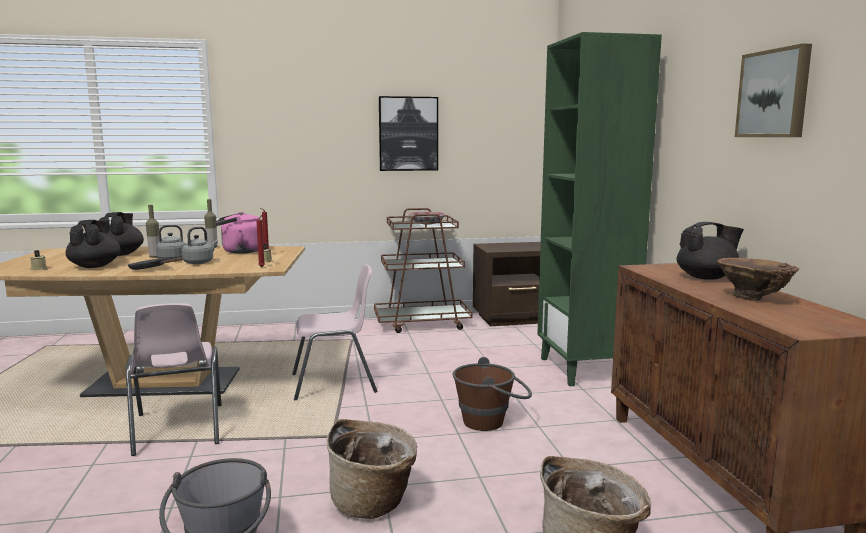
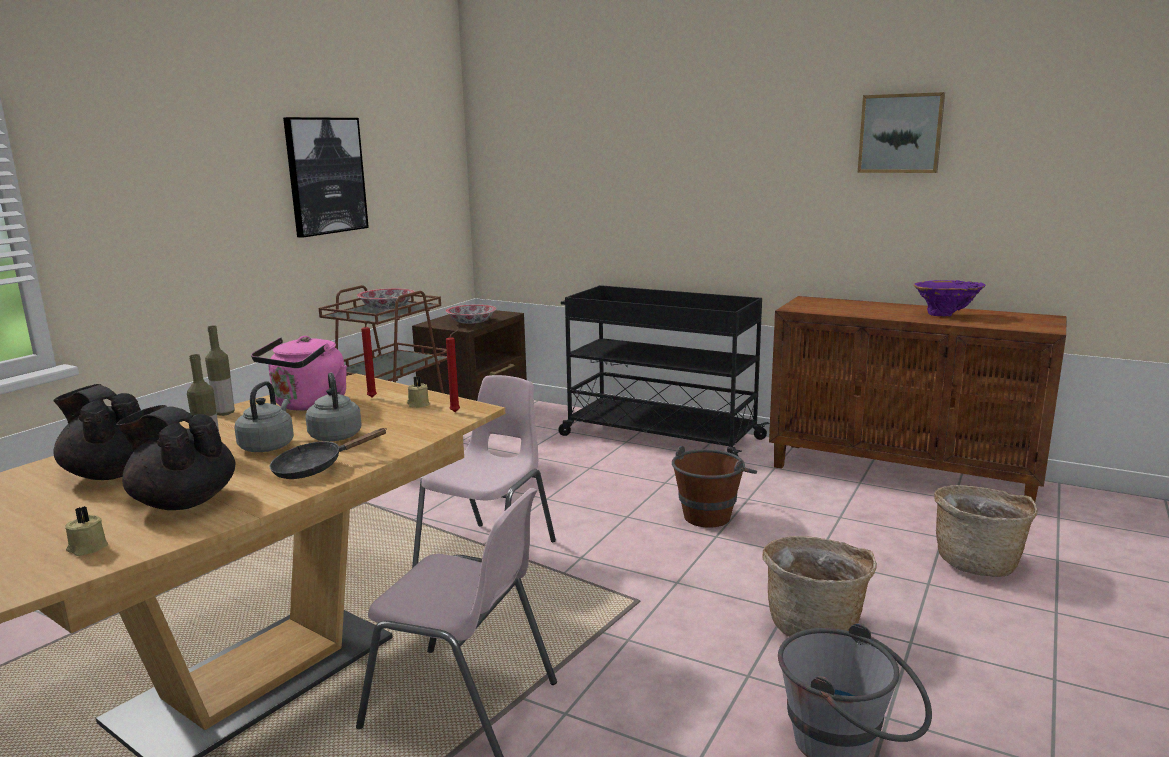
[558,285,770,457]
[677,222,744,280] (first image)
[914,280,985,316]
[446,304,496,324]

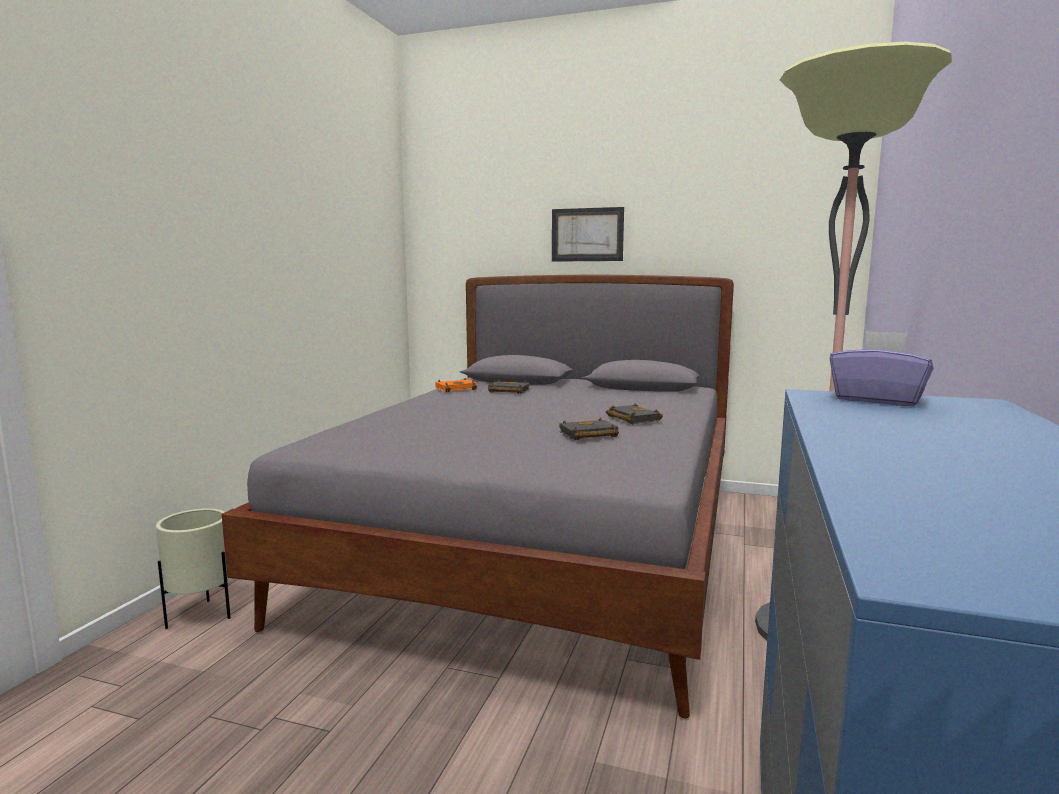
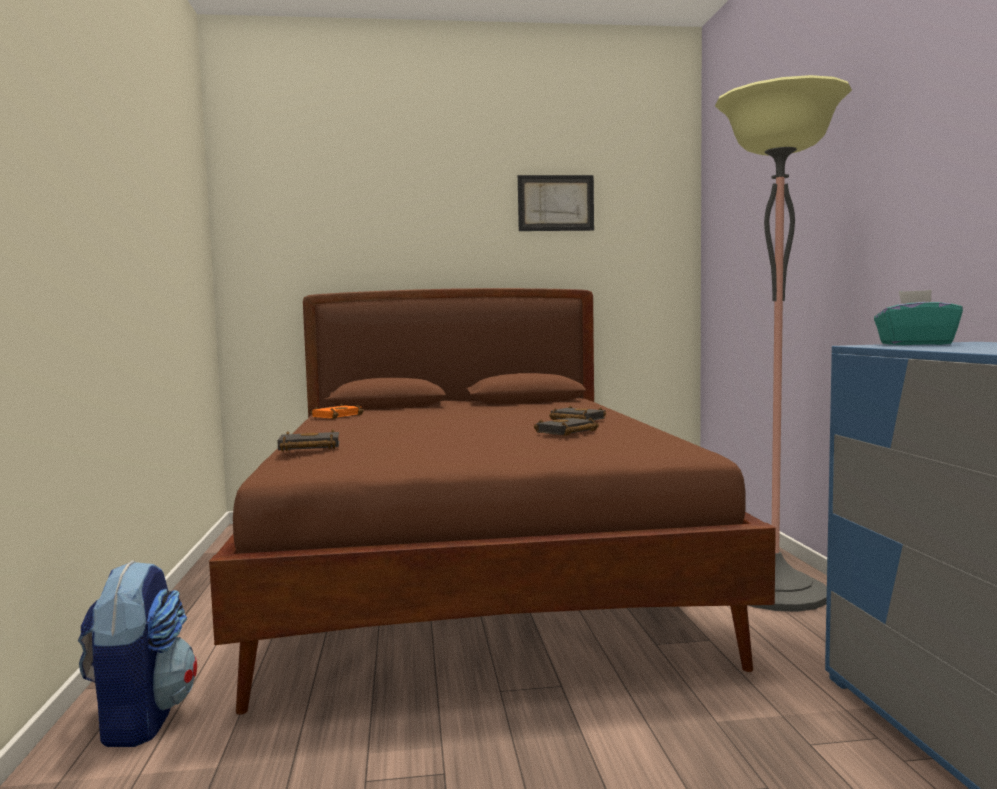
[518,175,594,231]
[209,288,776,715]
[874,290,963,345]
[277,430,340,452]
[78,561,197,747]

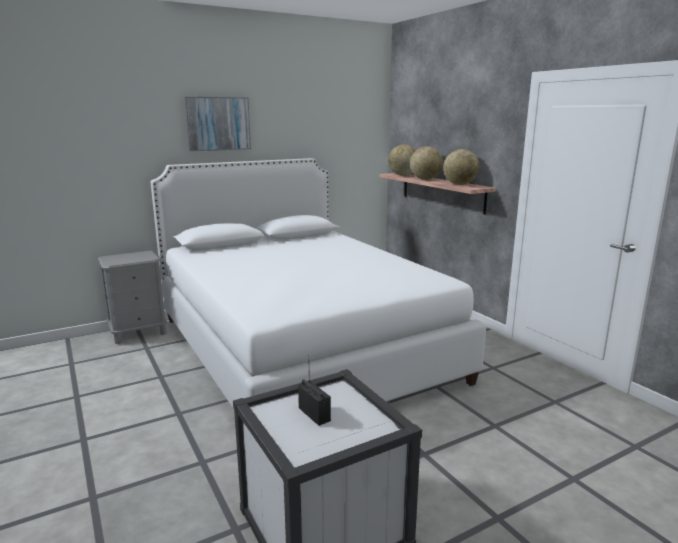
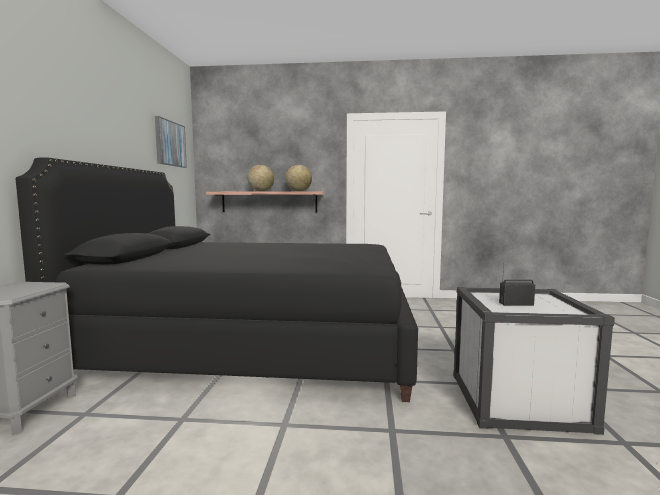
[155,116,187,168]
[388,144,416,176] (first image)
[16,157,418,402]

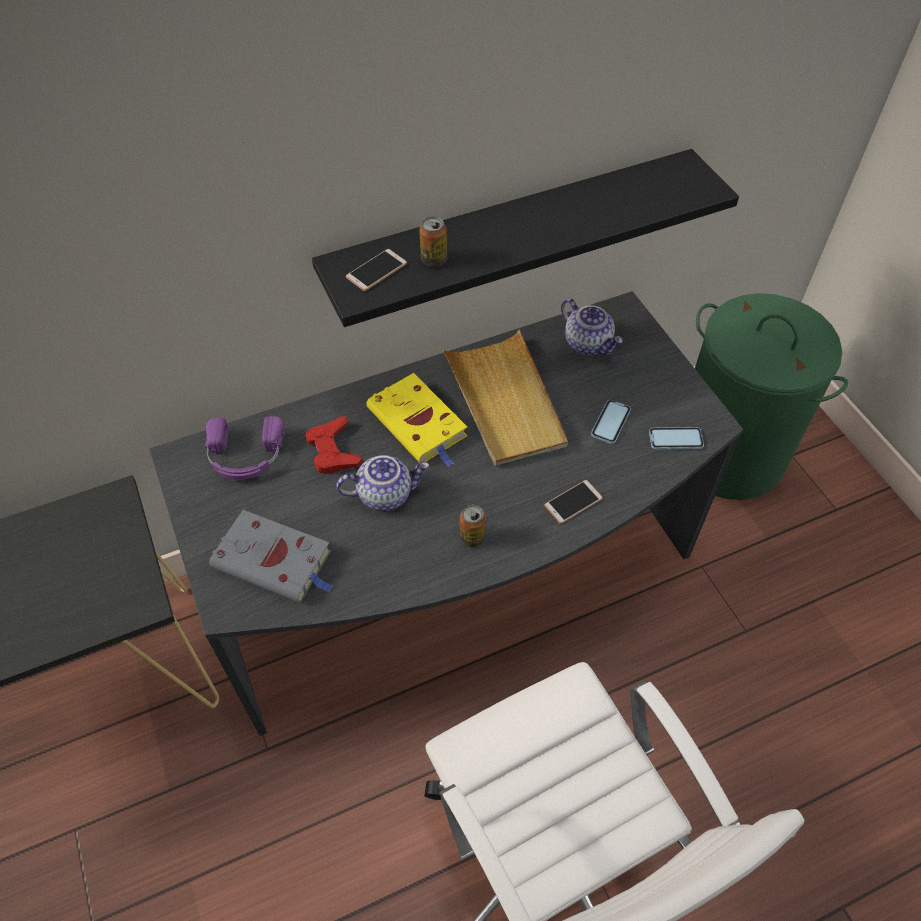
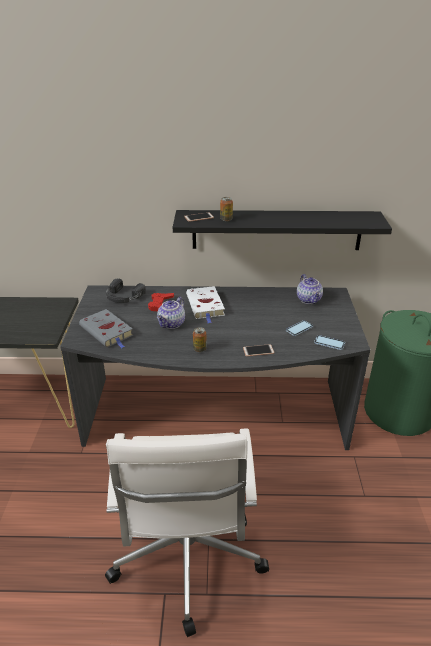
[442,330,568,466] (first image)
[186,286,225,323]
[106,279,146,303]
[157,297,185,329]

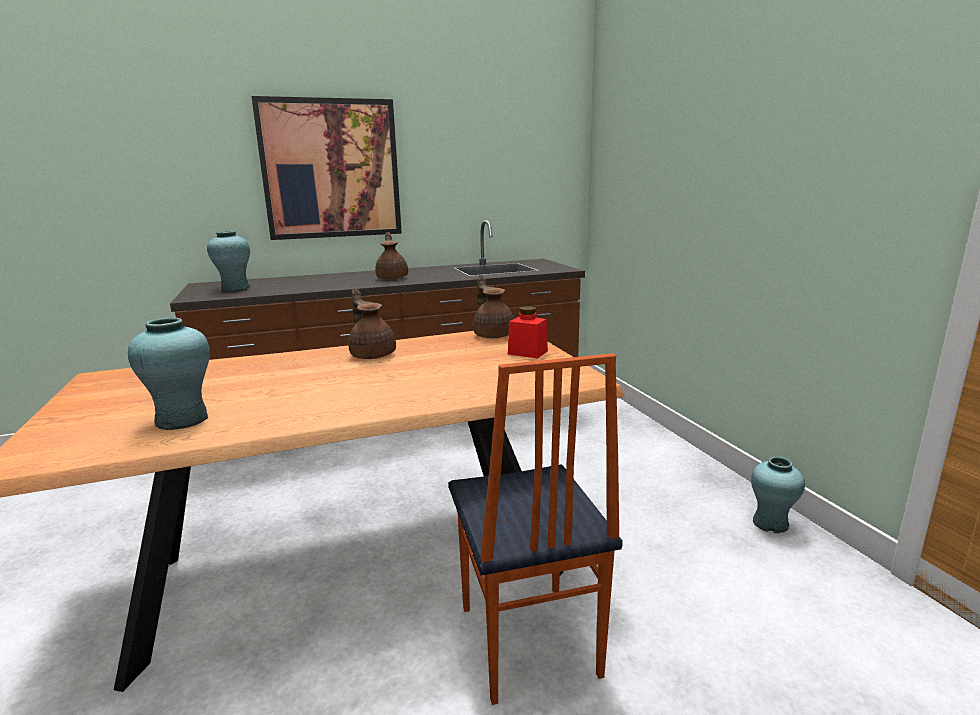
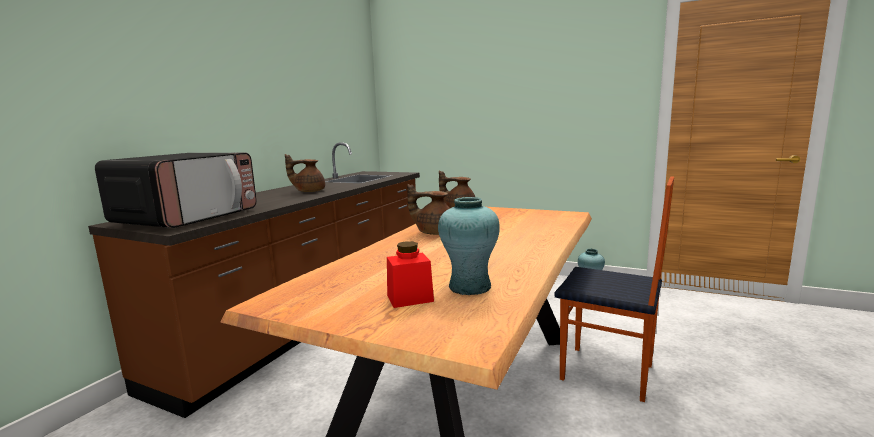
[251,96,402,240] (first image)
[95,153,257,228]
[285,154,325,192]
[387,241,434,308]

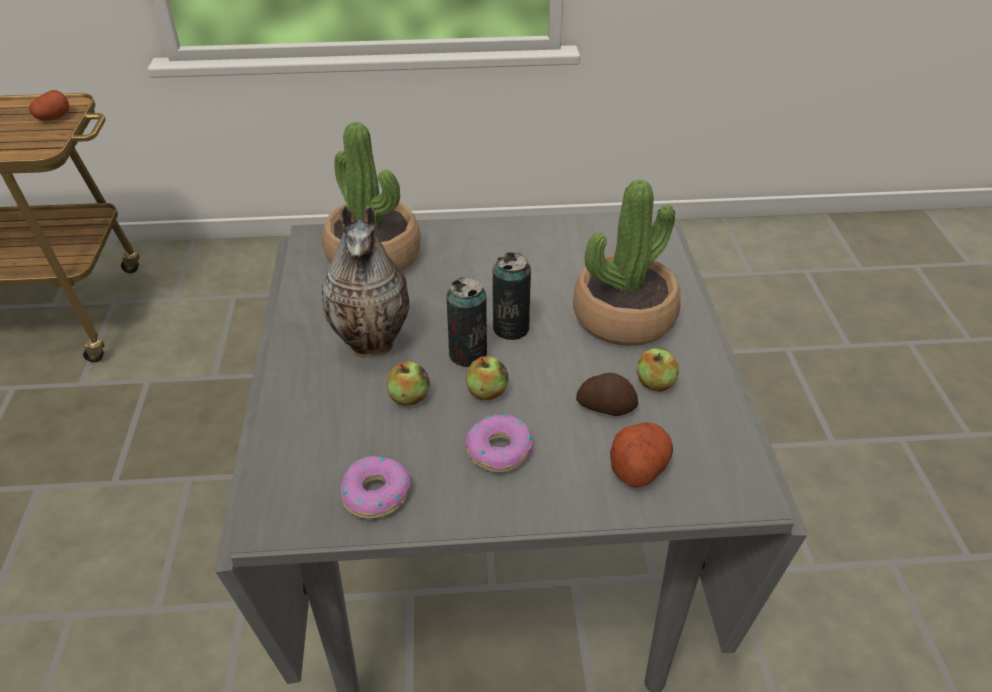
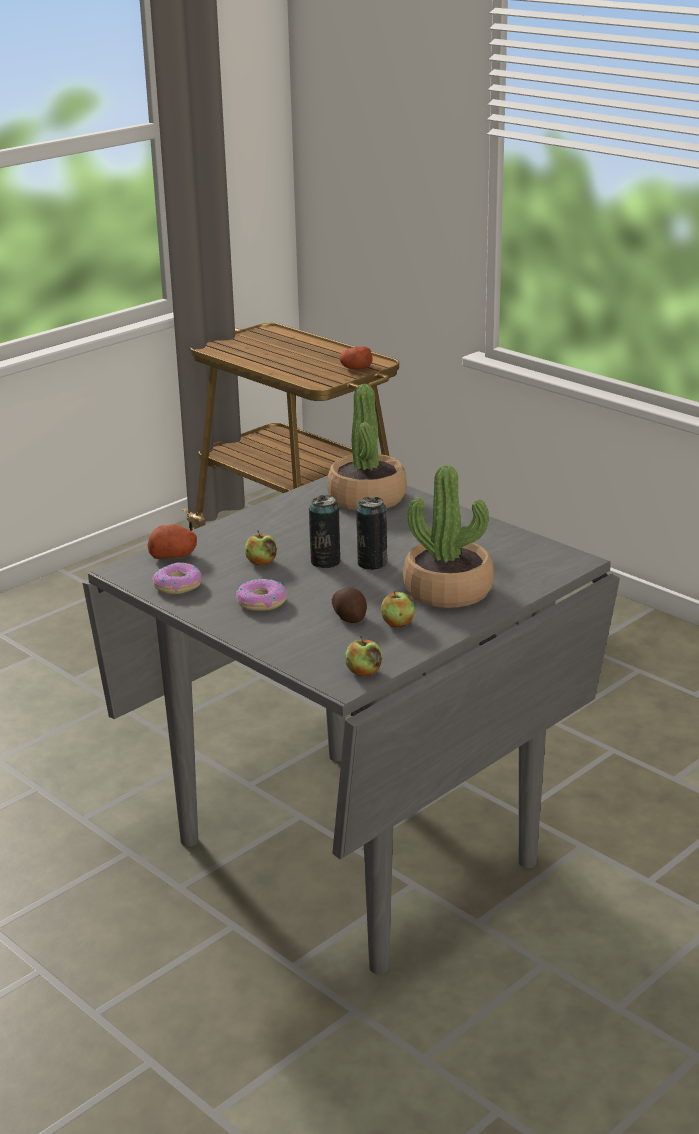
[322,205,409,358] (first image)
[345,636,382,676]
[148,524,197,559]

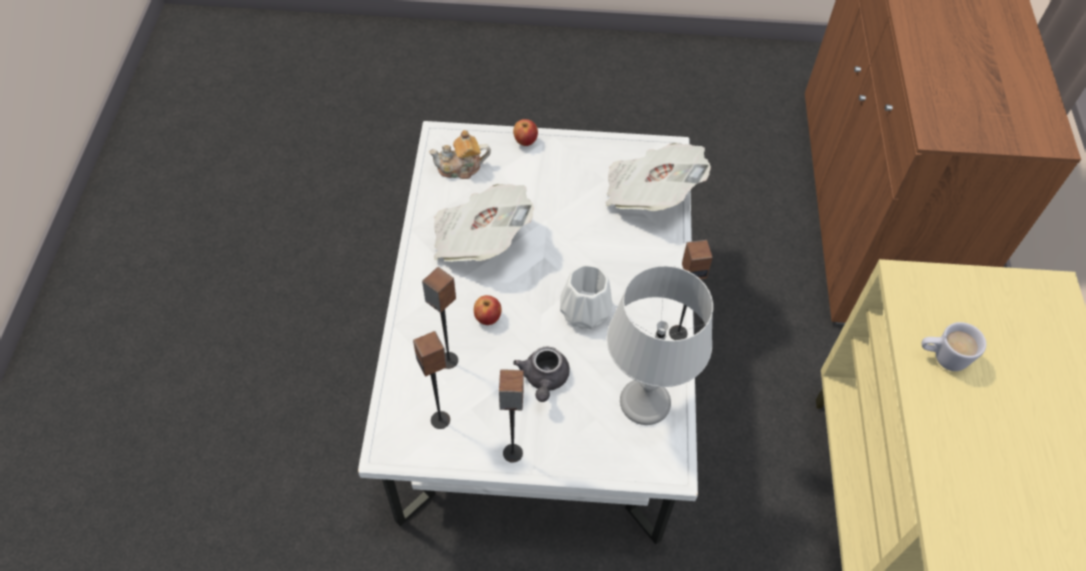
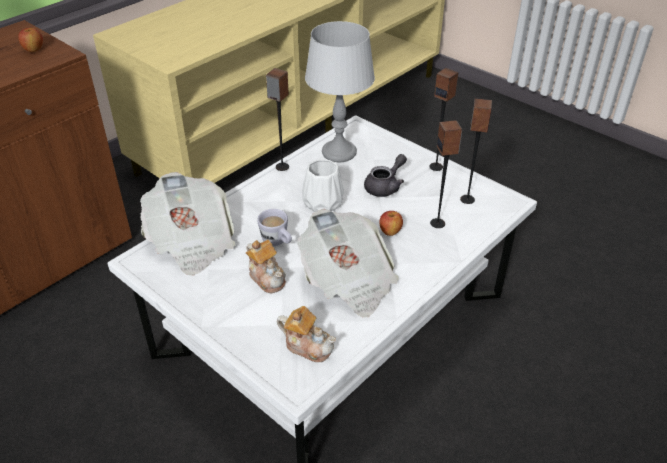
[18,28,43,52]
[257,209,292,246]
[246,240,286,293]

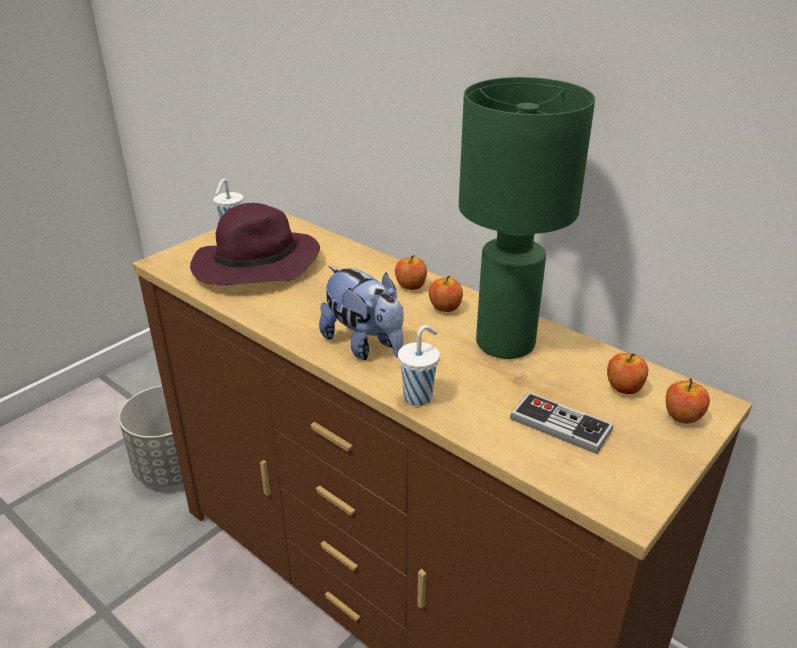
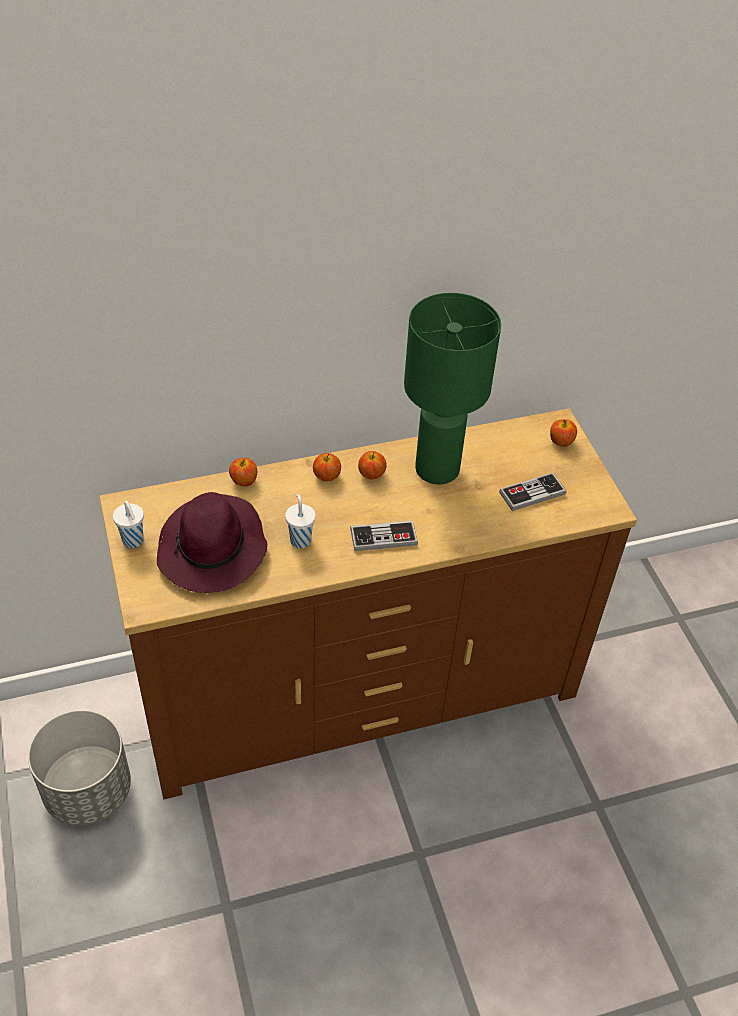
[350,520,418,551]
[285,494,316,548]
[229,458,257,486]

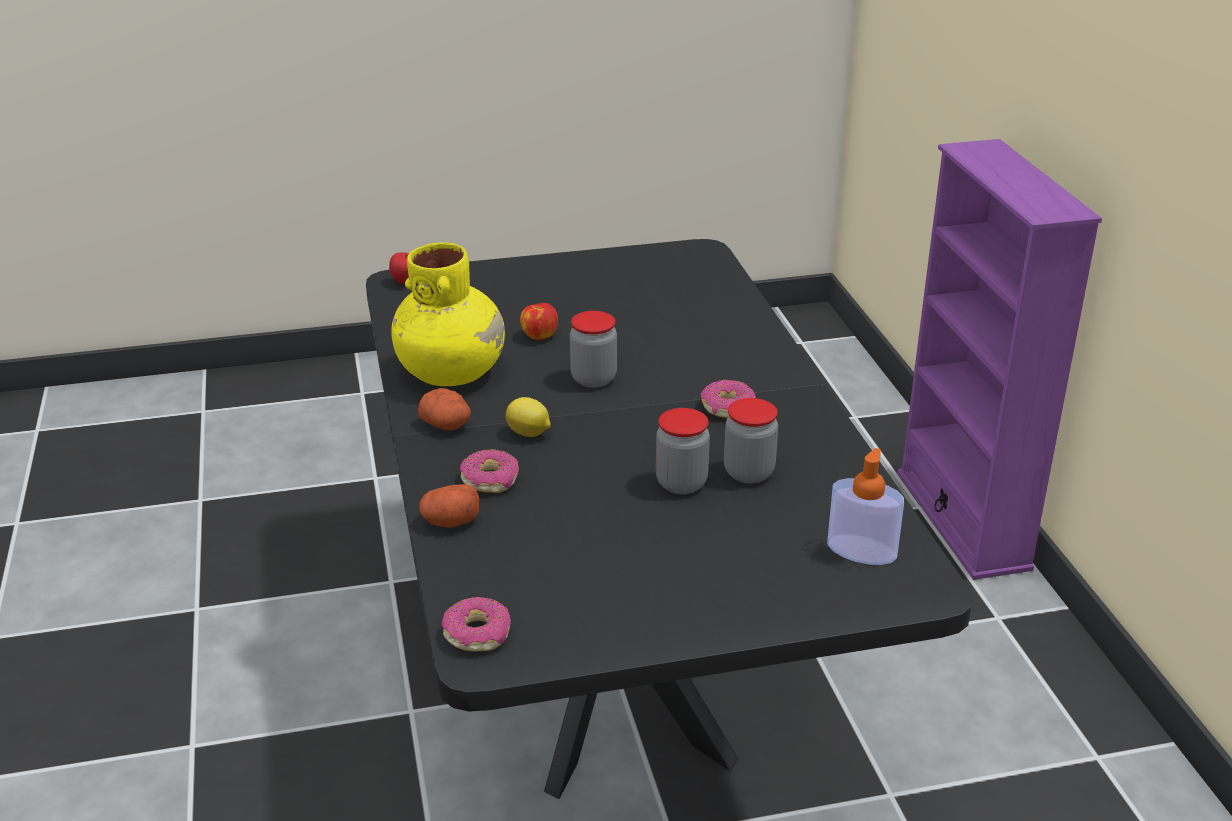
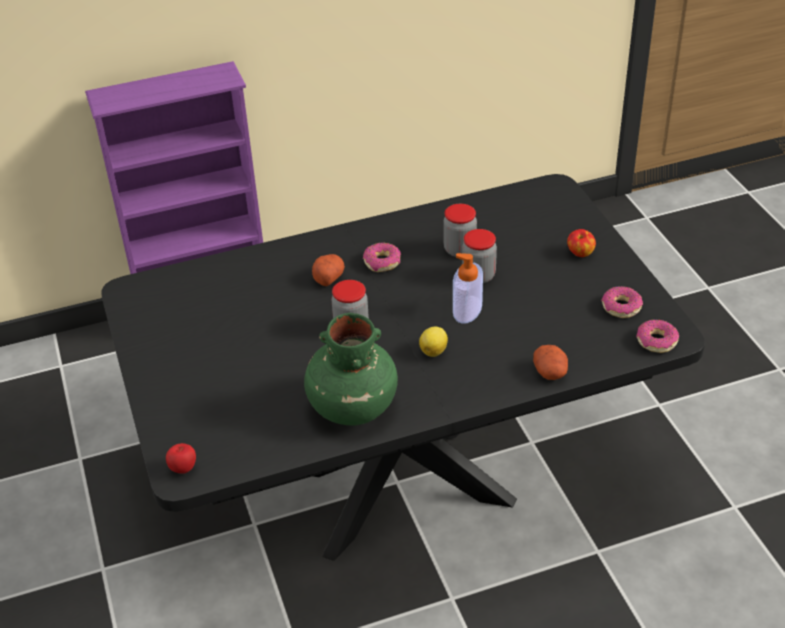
[304,313,398,425]
[567,229,596,257]
[312,254,345,286]
[453,253,483,323]
[601,286,643,318]

